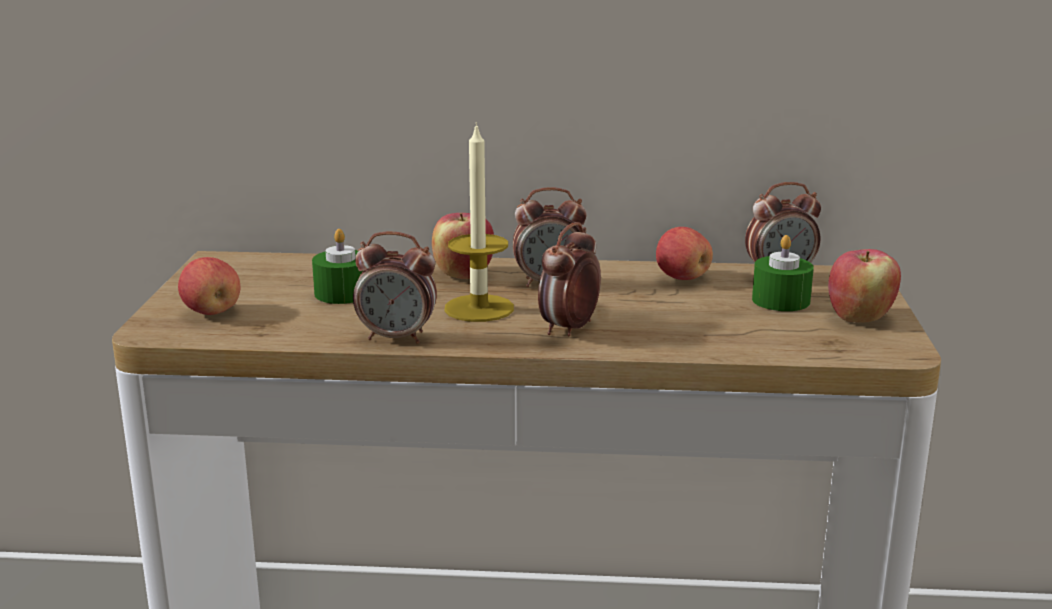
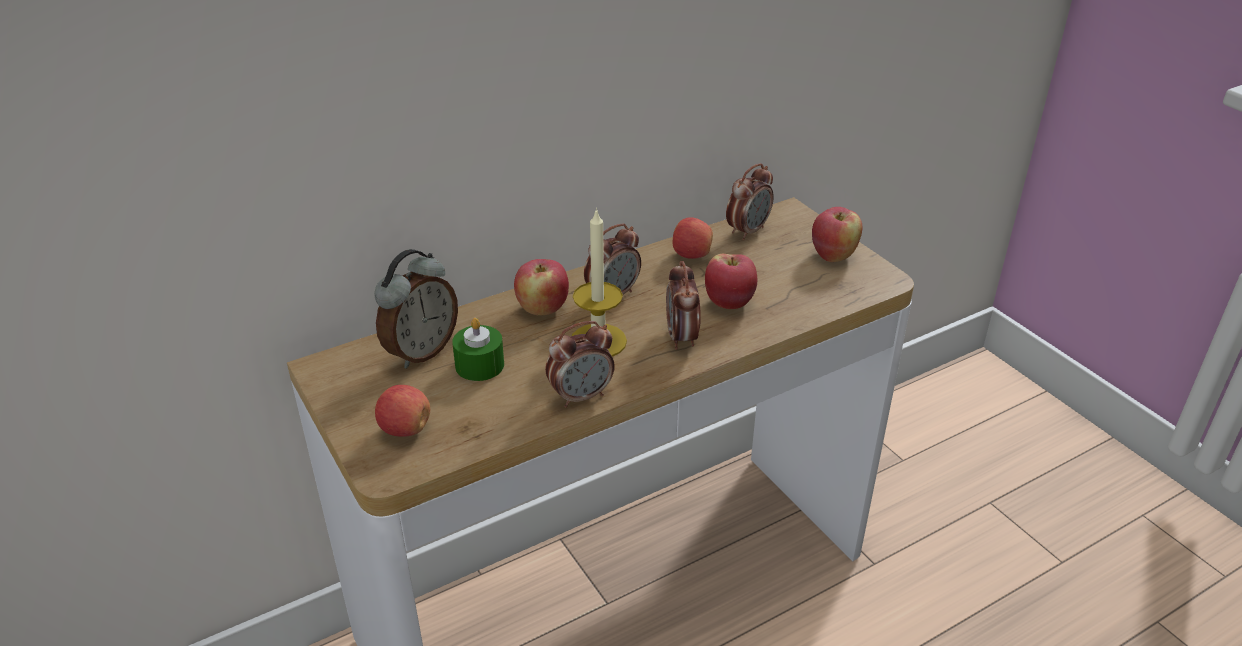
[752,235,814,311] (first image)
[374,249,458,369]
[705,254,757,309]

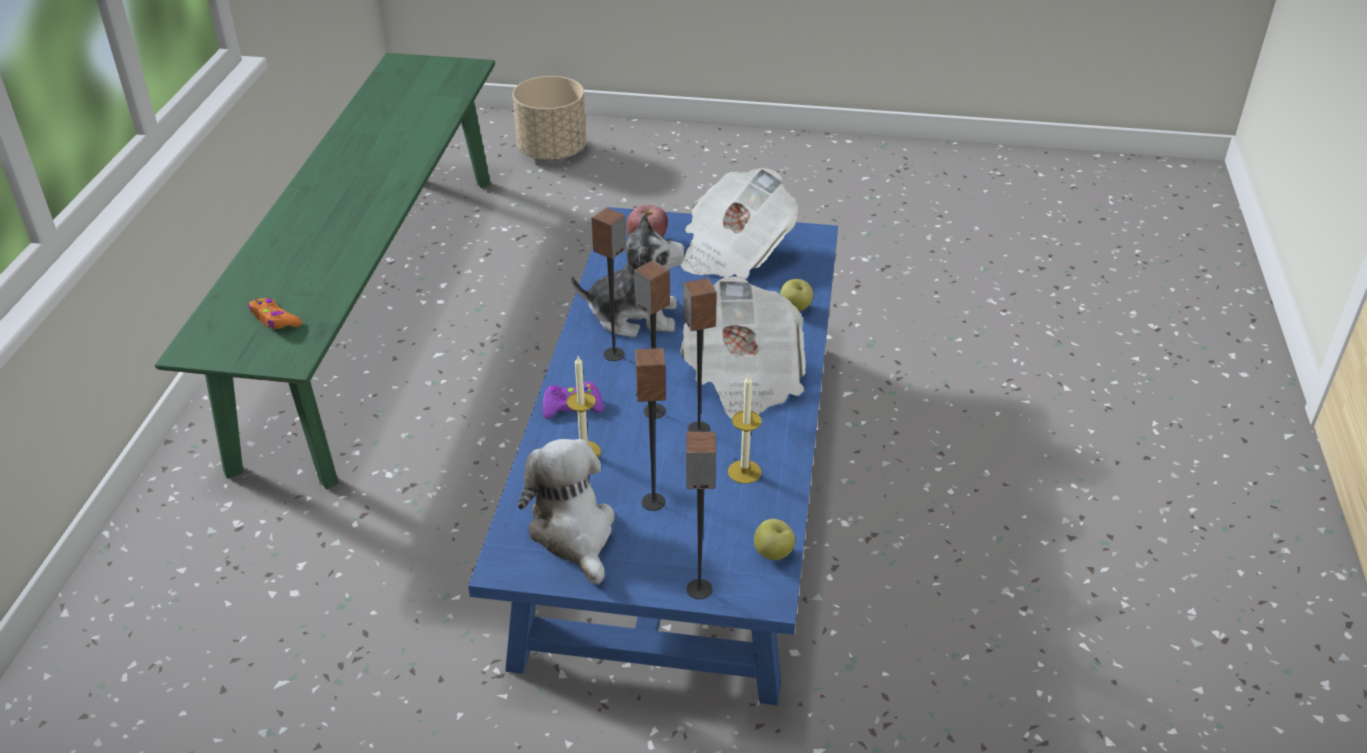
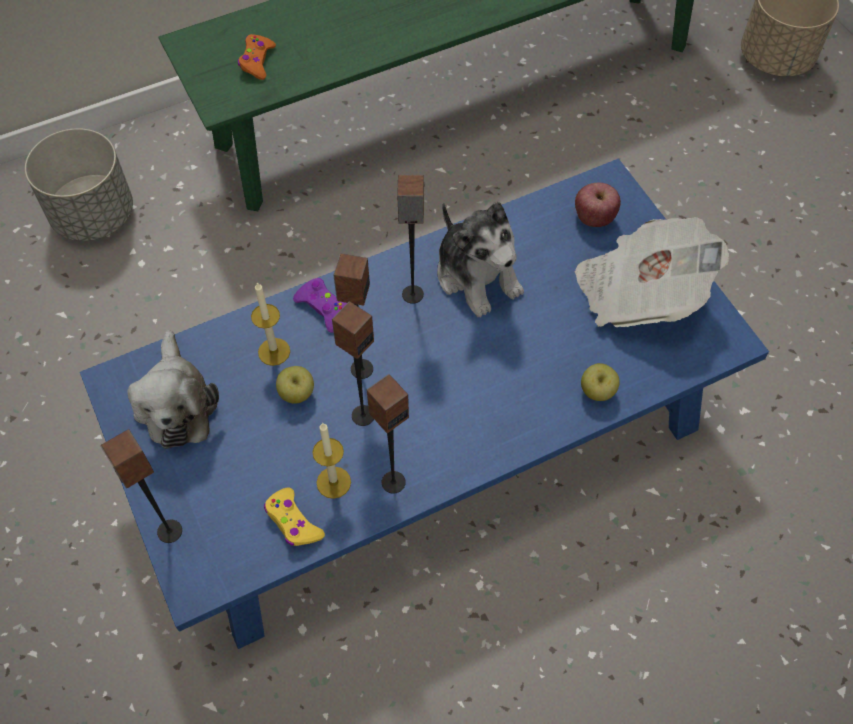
[680,276,806,419] (first image)
[367,374,409,494]
[127,330,219,449]
[276,366,314,404]
[25,128,133,241]
[264,487,325,546]

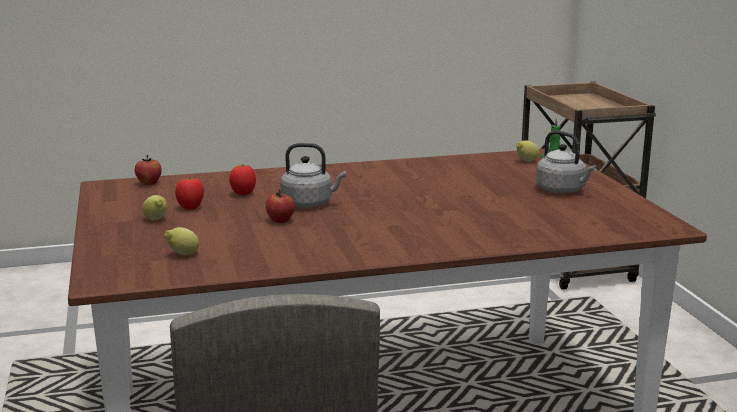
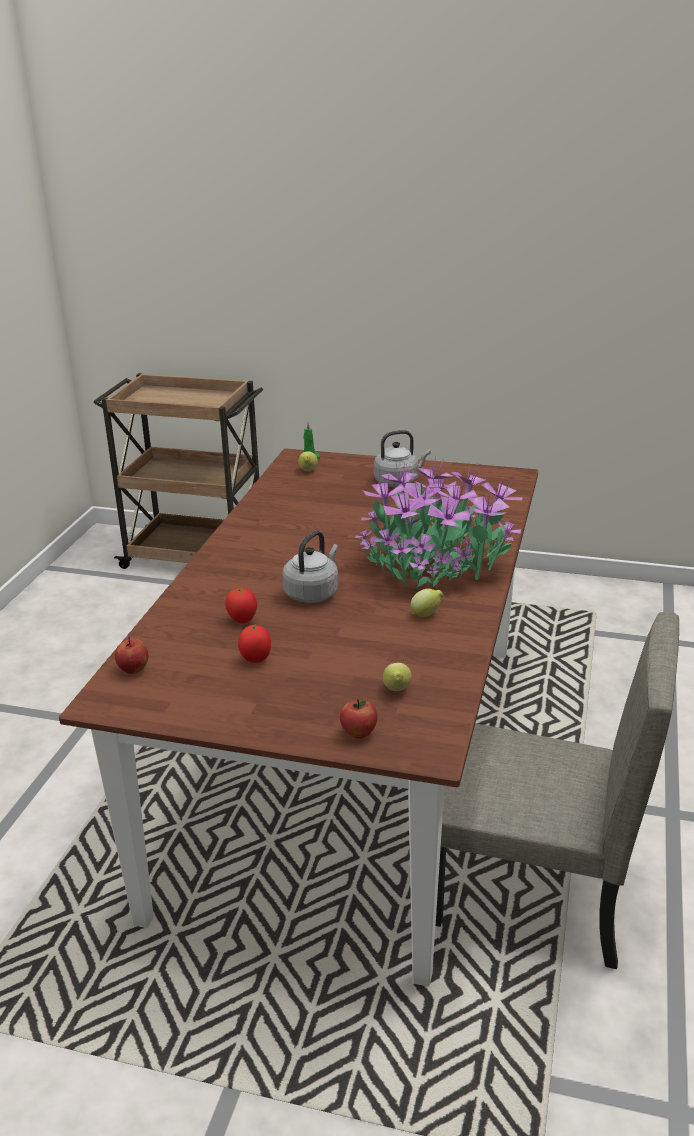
[340,699,378,739]
[411,589,444,617]
[355,456,523,589]

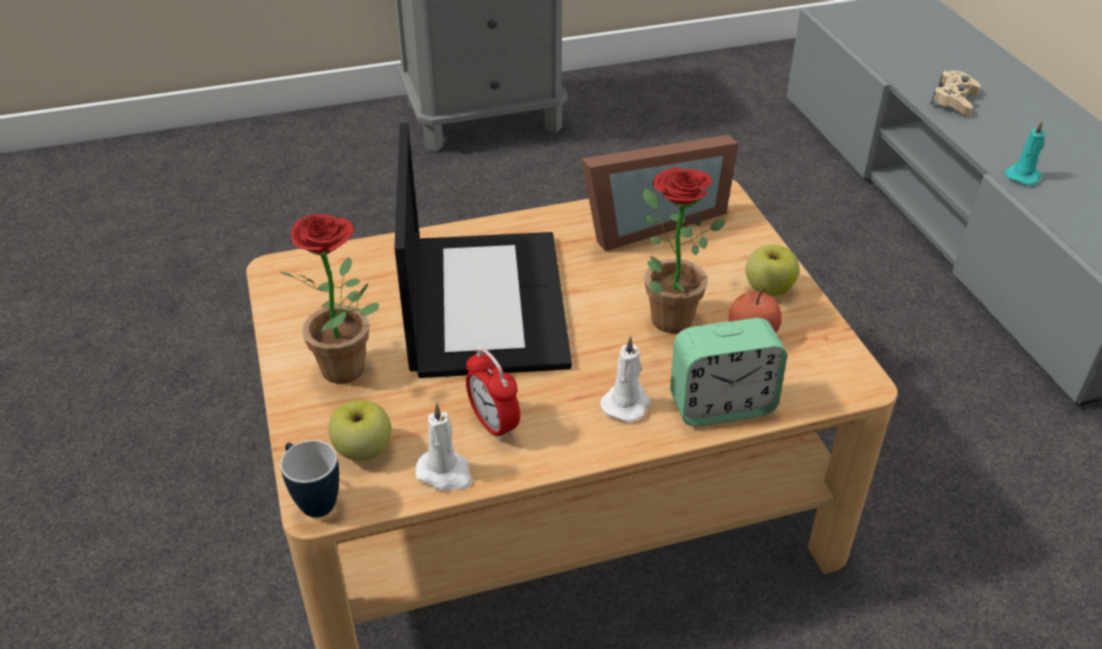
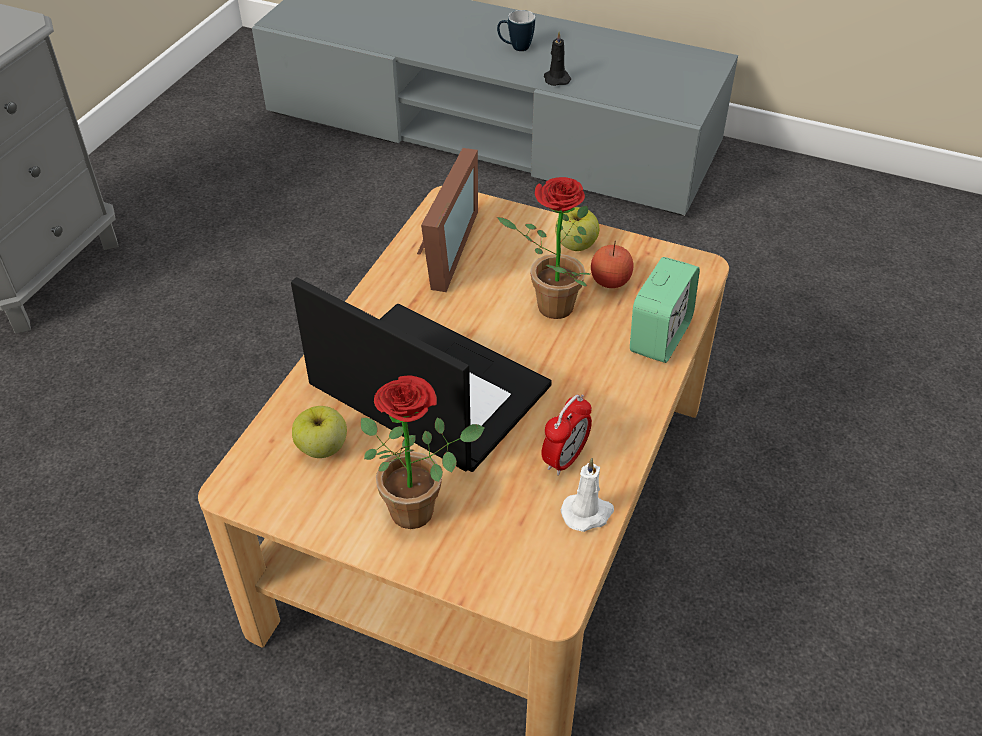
[930,70,981,117] (first image)
[544,31,571,86]
[600,336,651,422] (first image)
[542,394,592,476]
[292,406,347,458]
[497,10,535,51]

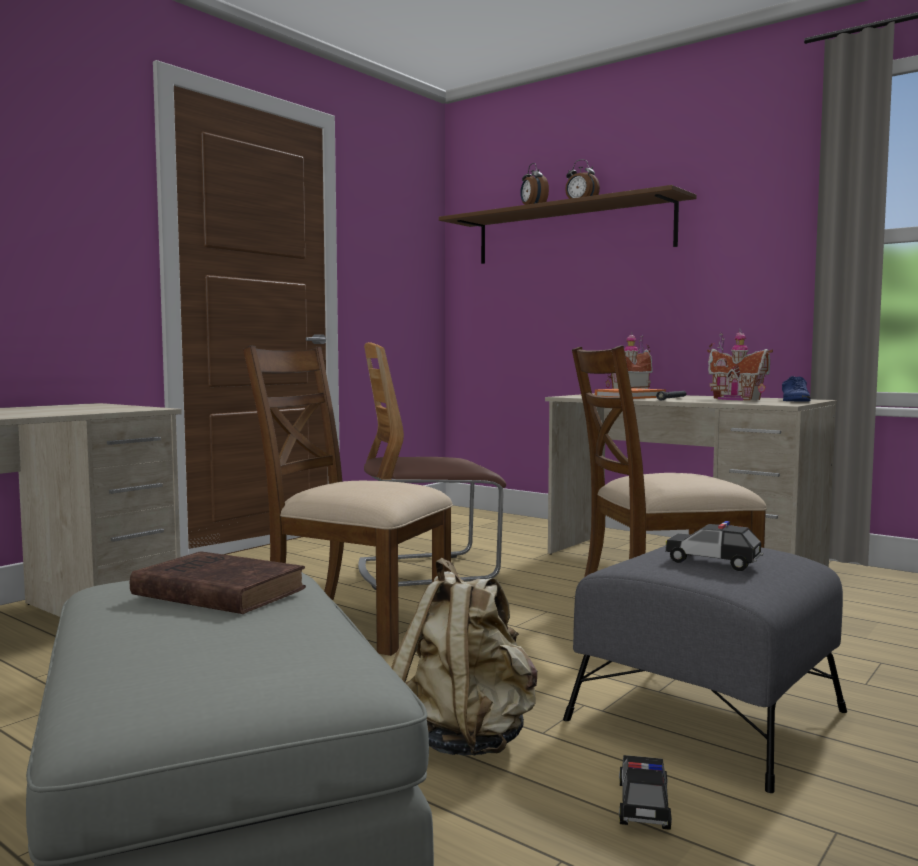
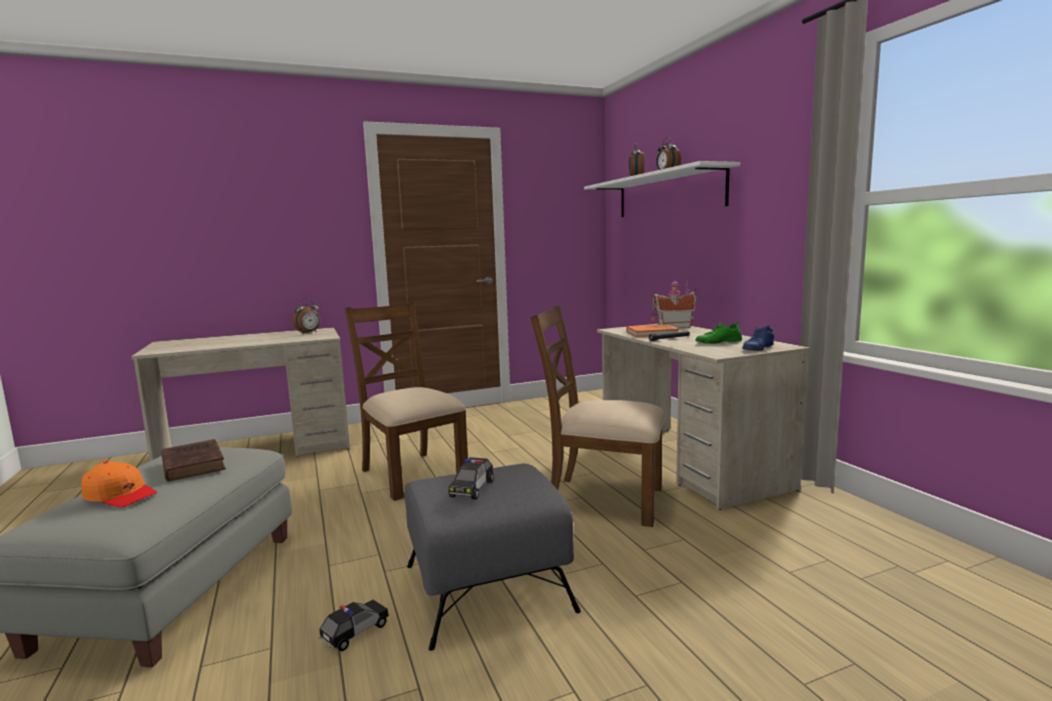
[584,161,740,217]
[695,322,742,344]
[358,342,506,590] (first image)
[448,457,494,500]
[391,558,537,756] (first image)
[292,298,321,334]
[81,461,157,507]

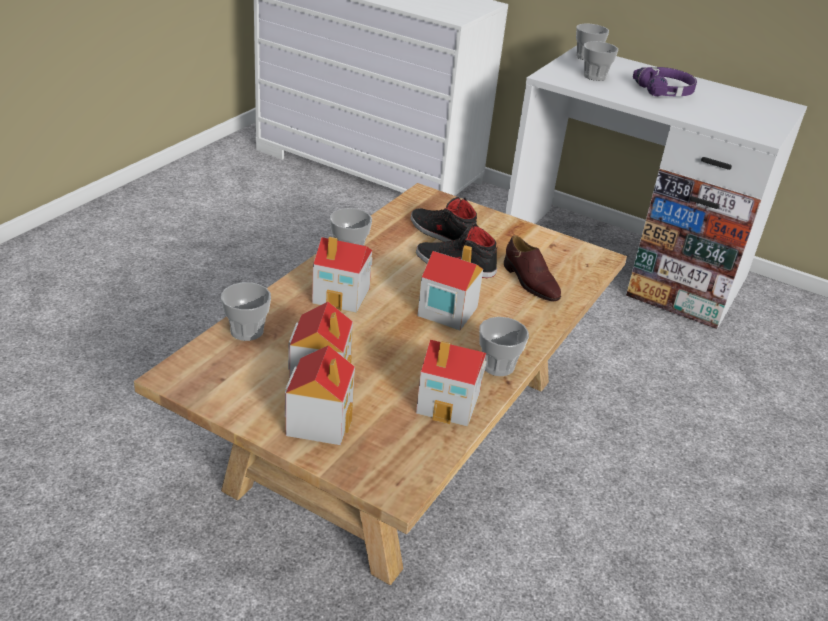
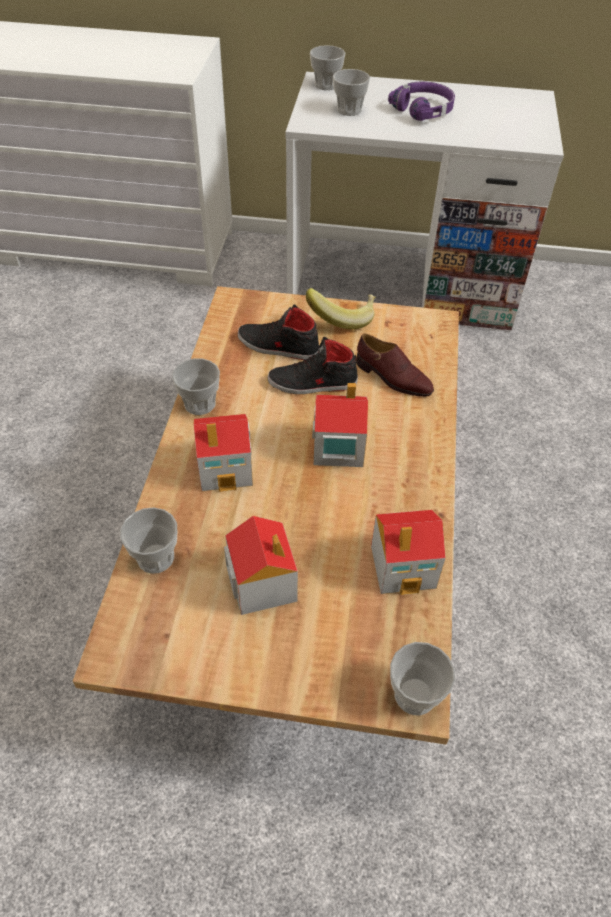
[390,642,455,716]
[285,345,355,445] (first image)
[306,288,376,329]

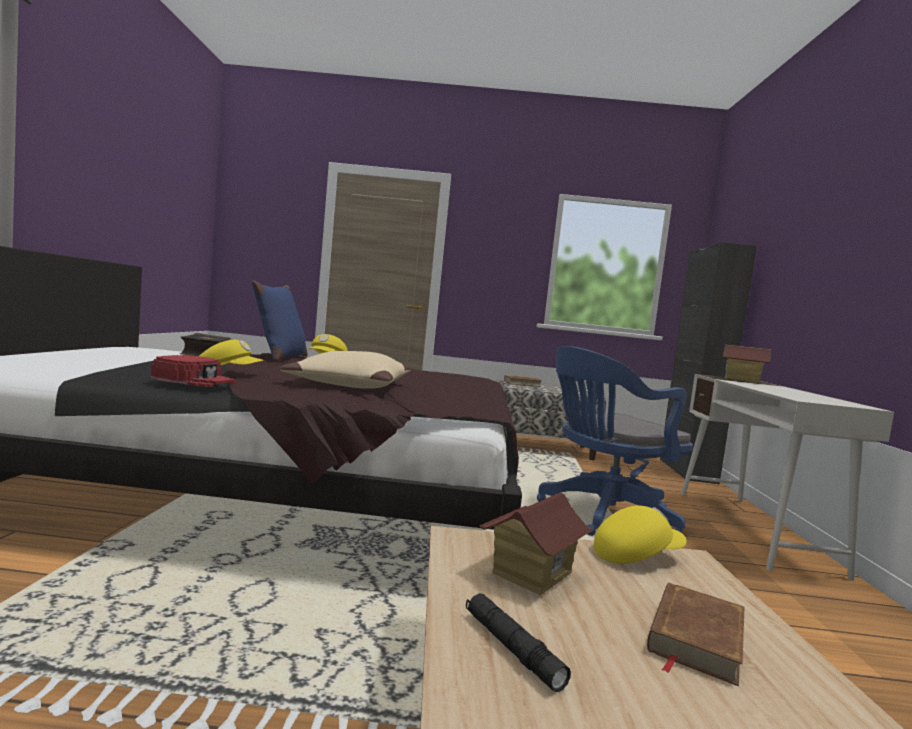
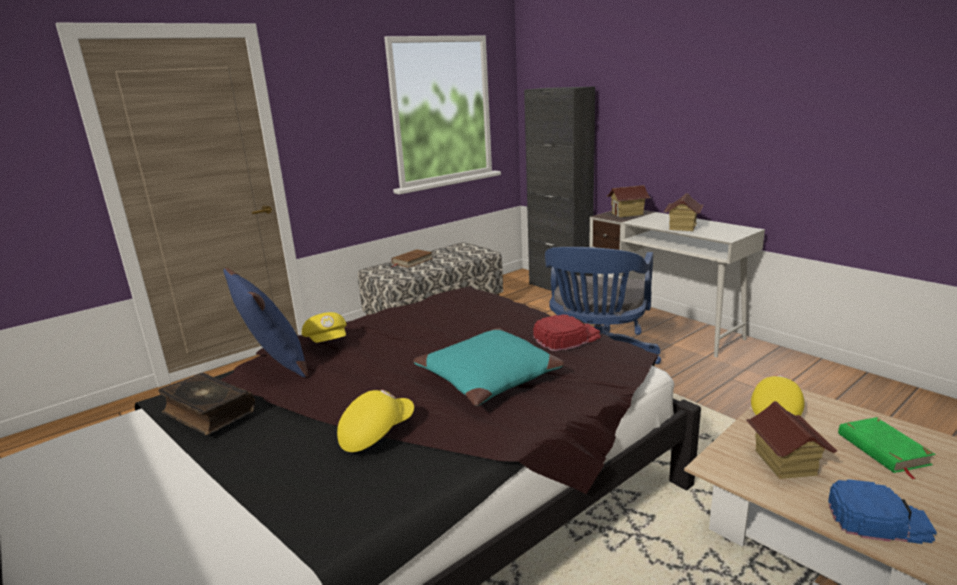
[413,328,564,406]
[533,314,601,351]
[838,417,936,479]
[828,479,937,544]
[664,193,703,231]

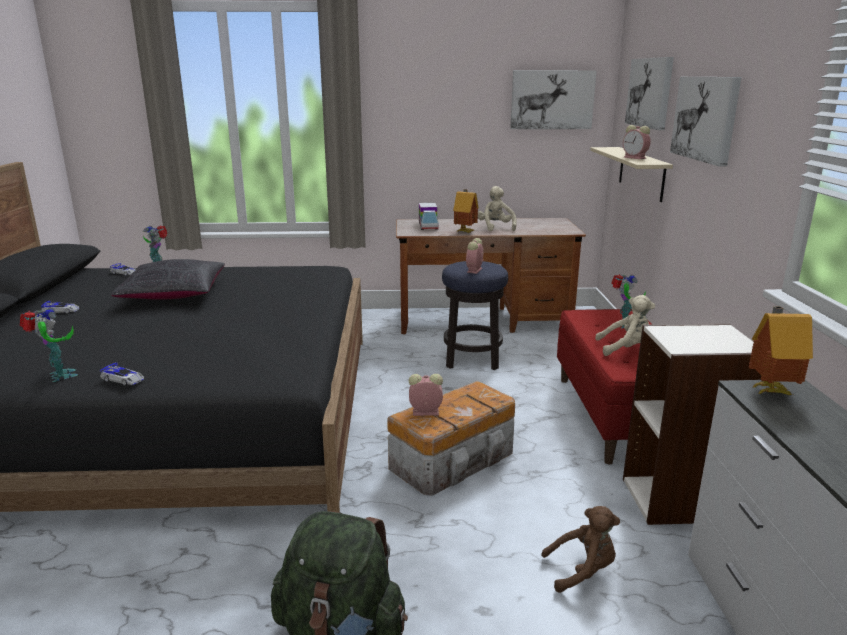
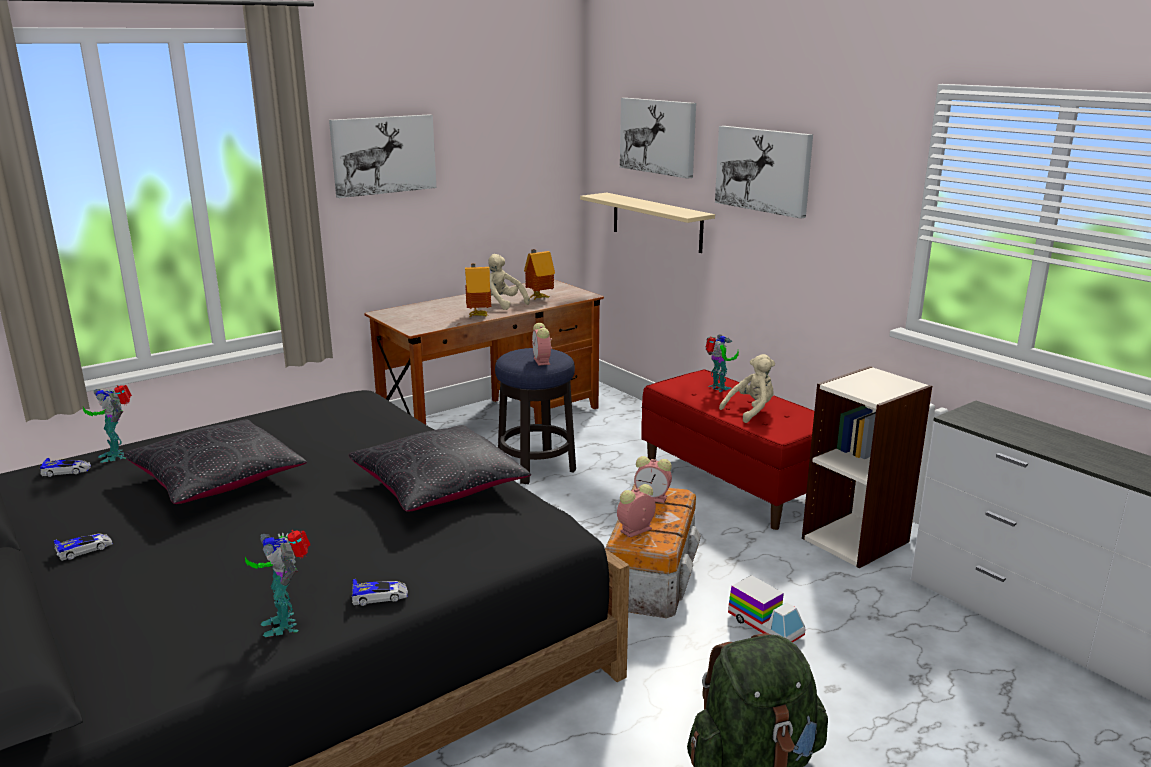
[329,115,436,198]
[634,456,672,503]
[728,575,806,642]
[524,249,555,300]
[245,530,310,637]
[541,506,620,593] (first image)
[349,425,531,512]

